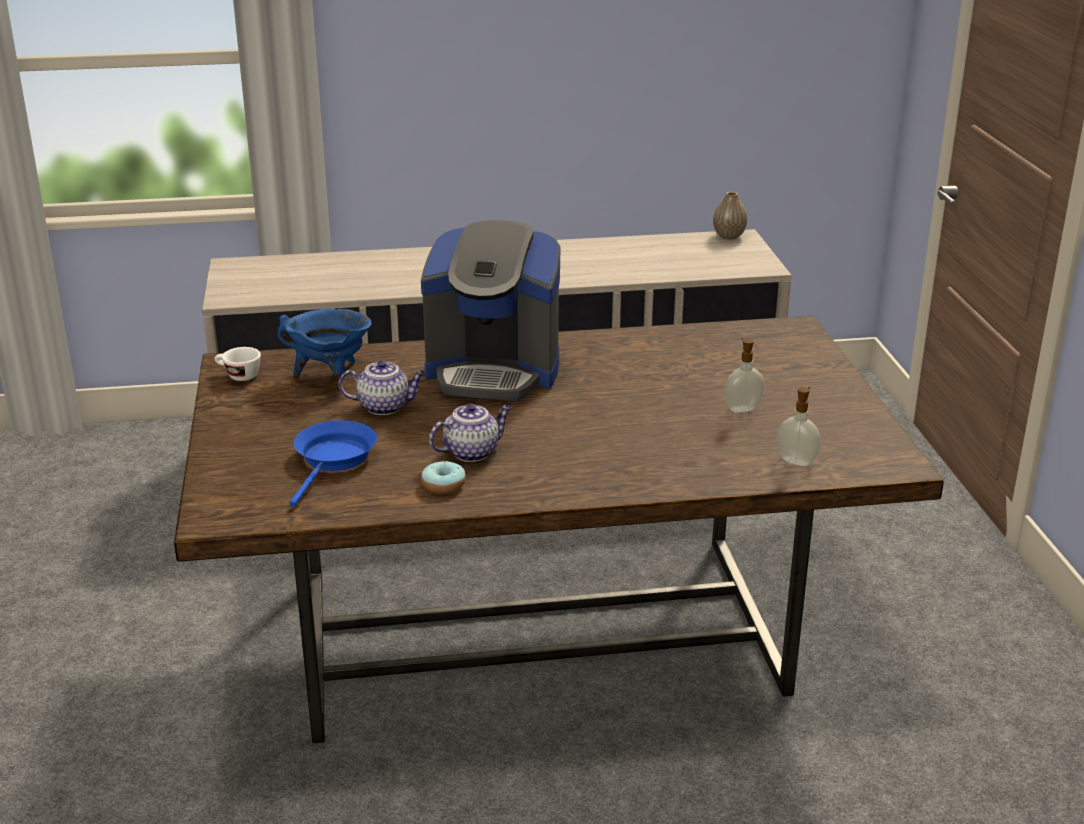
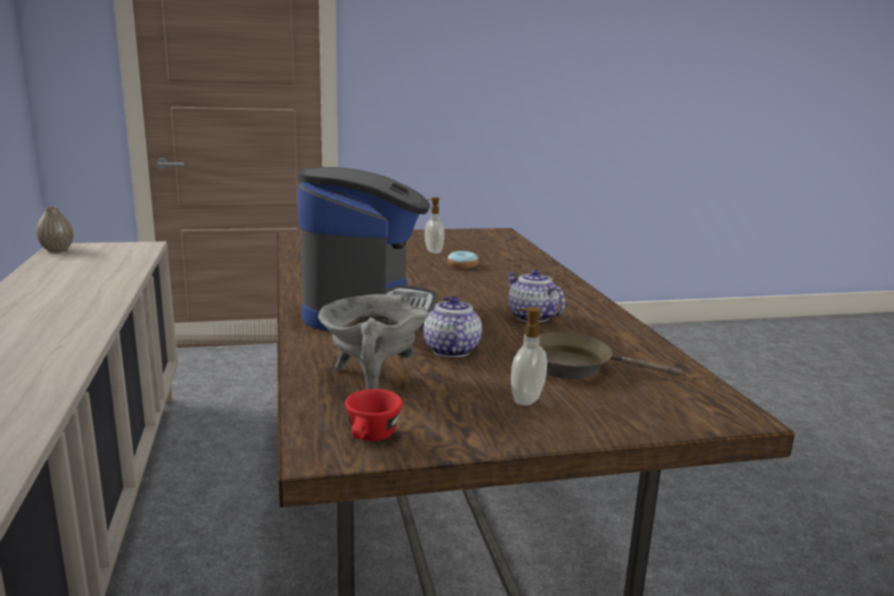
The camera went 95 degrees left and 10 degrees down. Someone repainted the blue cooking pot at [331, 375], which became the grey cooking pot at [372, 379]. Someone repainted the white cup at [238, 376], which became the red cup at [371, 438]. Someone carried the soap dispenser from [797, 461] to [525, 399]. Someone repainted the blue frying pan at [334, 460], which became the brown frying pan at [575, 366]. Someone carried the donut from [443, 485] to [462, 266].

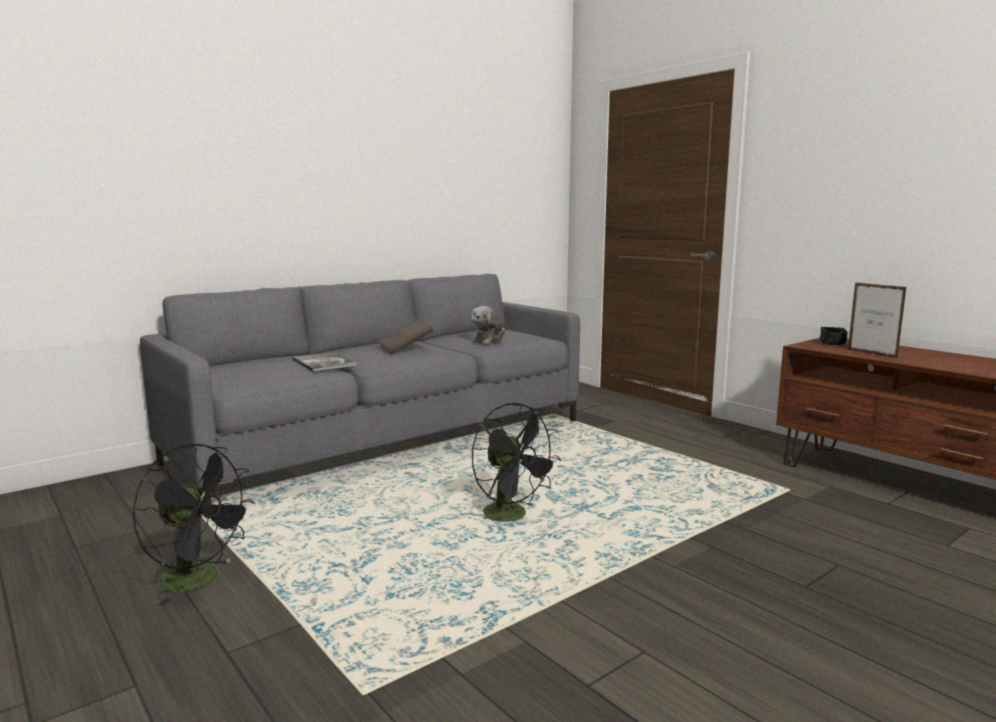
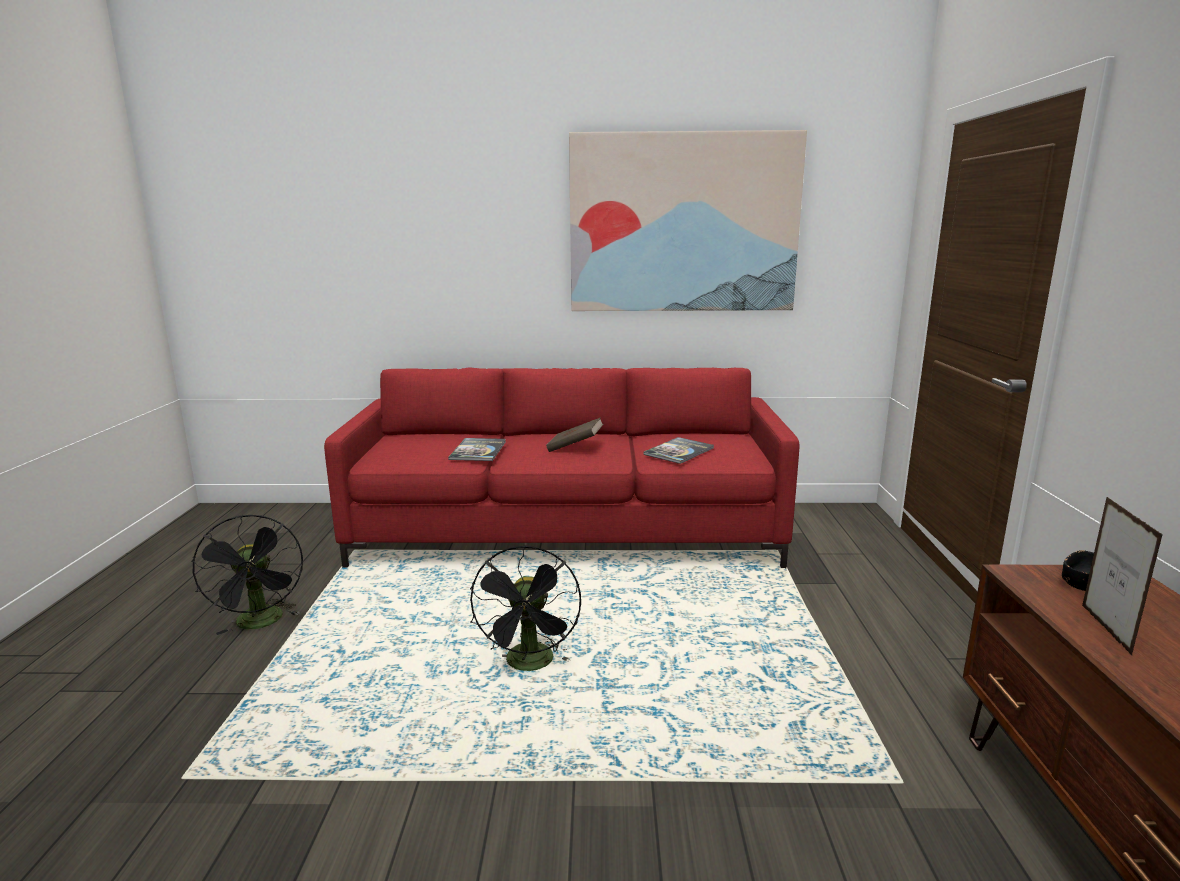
The camera went 40 degrees right and 5 degrees up. Someone repainted the grey sofa at [386, 442], which became the red sofa at [566, 535]. Someone swapped the plush toy at [489, 340] for the book at [679, 451]. Someone put up the picture at [683, 224].

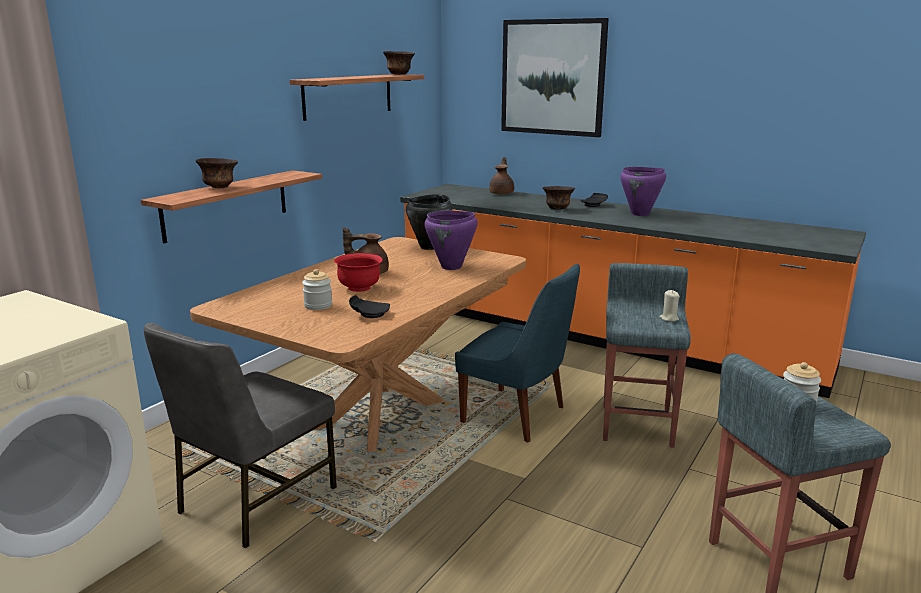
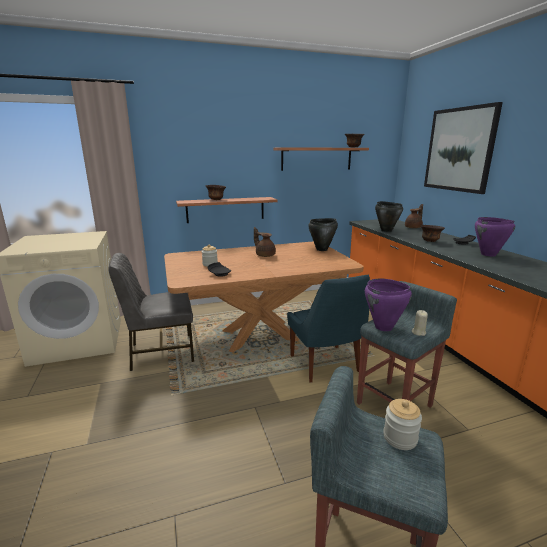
The camera went 40 degrees right and 0 degrees up. Someone carried the purple cooking pot from [451, 267] to [383, 327]. Someone took away the red bowl at [359, 288]. Someone put down the black cooking pot at [386, 230].

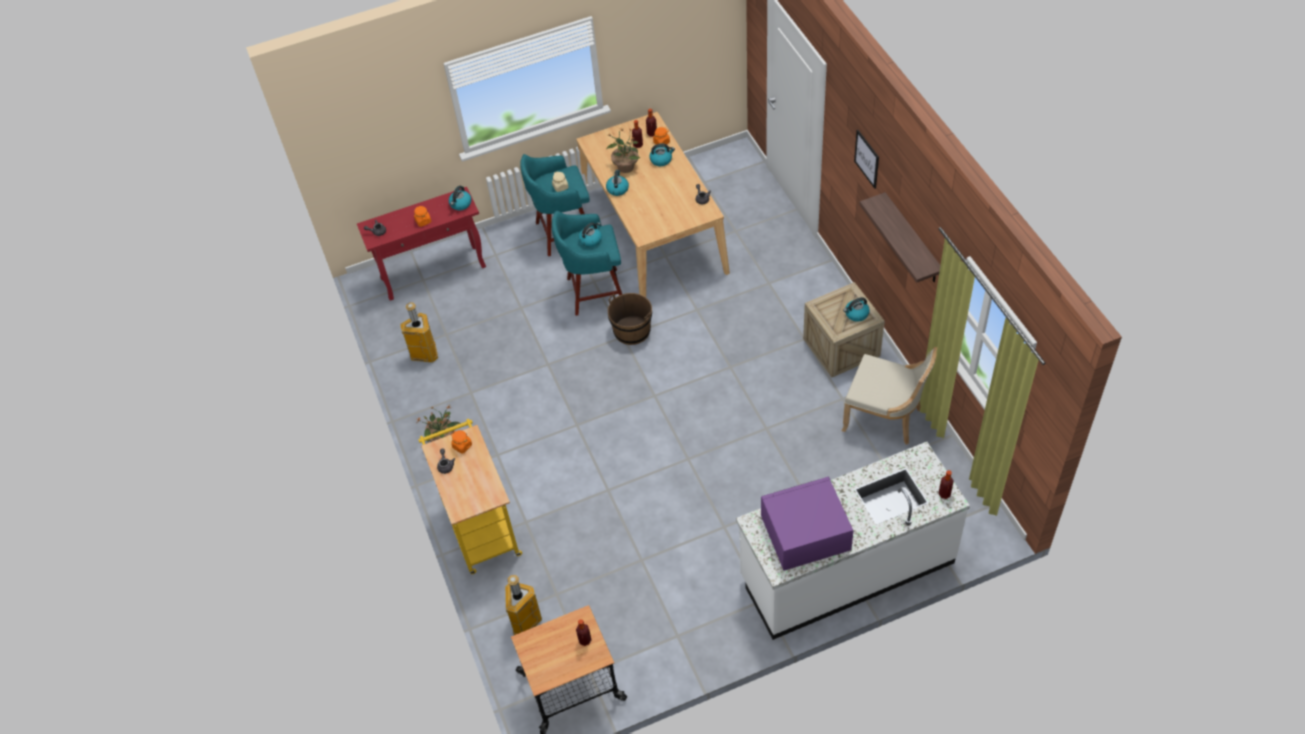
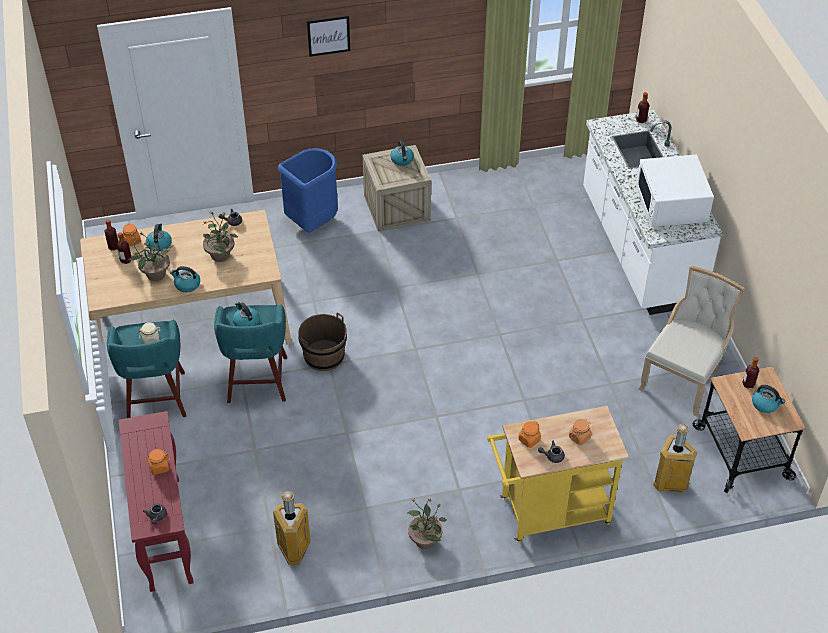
The camera went 85 degrees left and 5 degrees down. Someone carried the kettle from [460, 204] to [765, 404]. Someone took away the shelf at [912, 240]. Someone carried the beige chair from [886, 418] to [683, 378]. Someone repainted the purple microwave at [804, 534], which became the white microwave at [671, 205]. Someone put down the blue trash can at [312, 222]. Someone put down the potted plant at [220, 254]. Someone put down the orange jar at [579, 437].

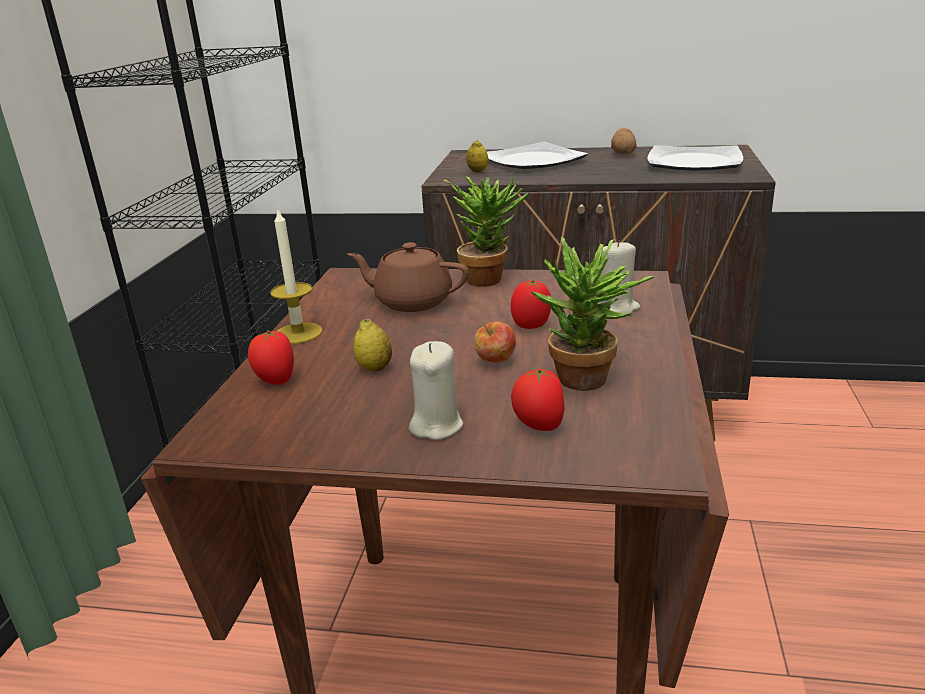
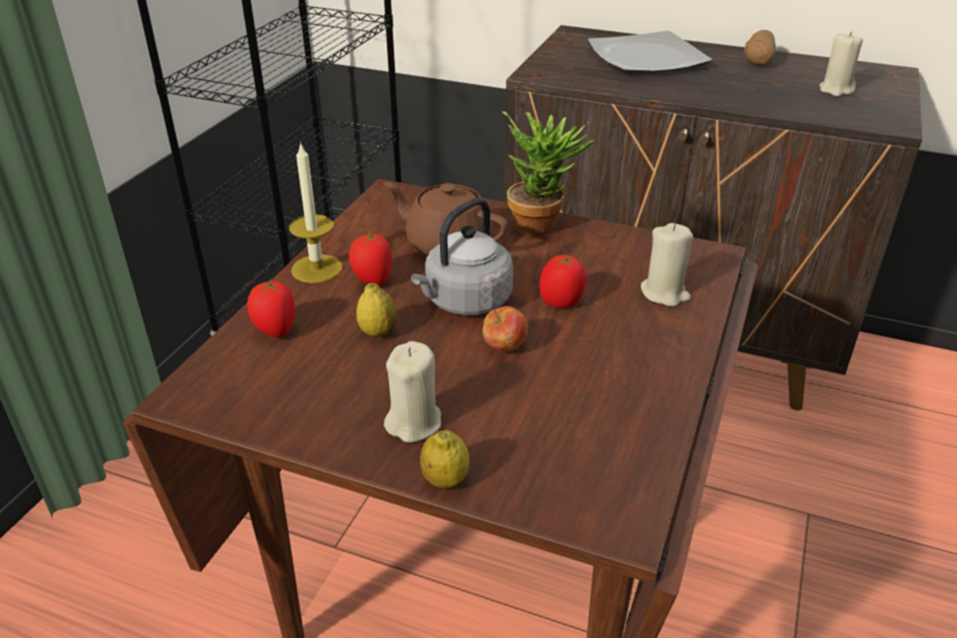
The camera went 10 degrees right and 10 degrees up. Someone carried the lemon from [477, 171] to [445, 480]. Someone swapped the plate at [693, 162] for the beige candle at [836, 90]. Someone took away the potted plant at [588, 384]. Someone carried the tomato from [538, 426] to [372, 280]. Someone put down the grey kettle at [465, 302].

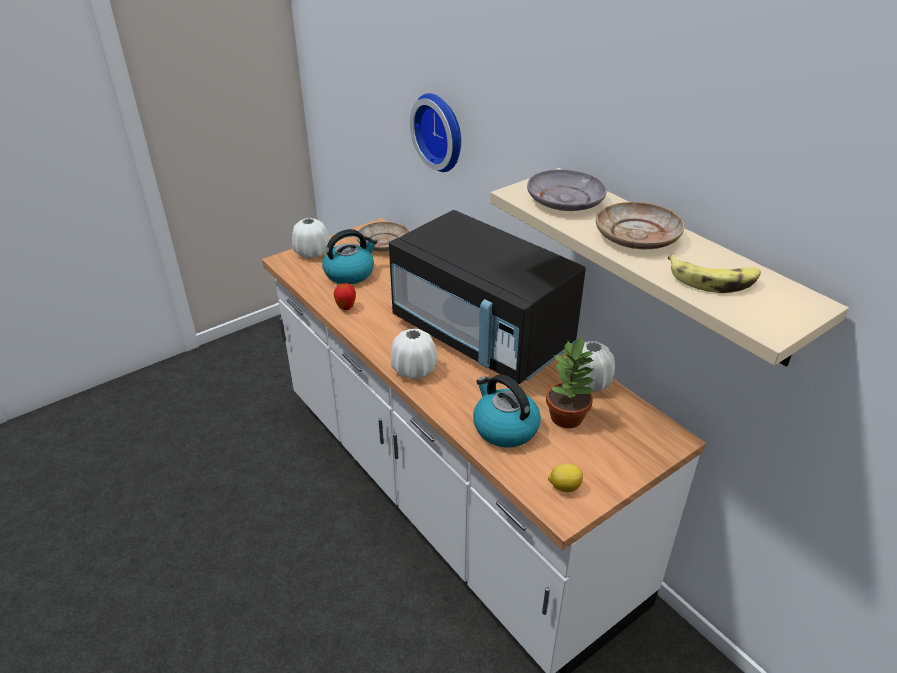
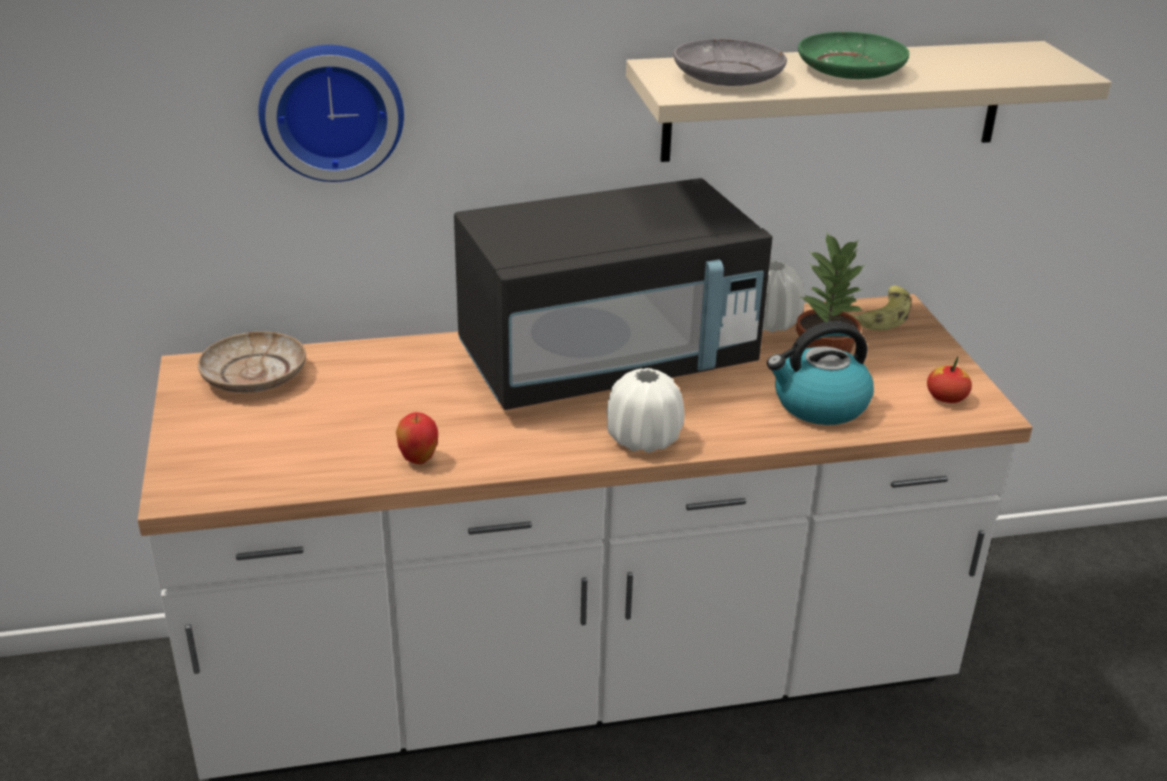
The camera went 65 degrees left and 5 degrees down. Someone repainted the beige plate at [637, 236], which became the green plate at [851, 70]. Someone took away the white vase at [312, 253]. Someone took away the kettle at [350, 273]. Someone carried the banana from [713, 280] to [880, 316]. Someone swapped the lemon at [564, 486] for the apple at [946, 397].

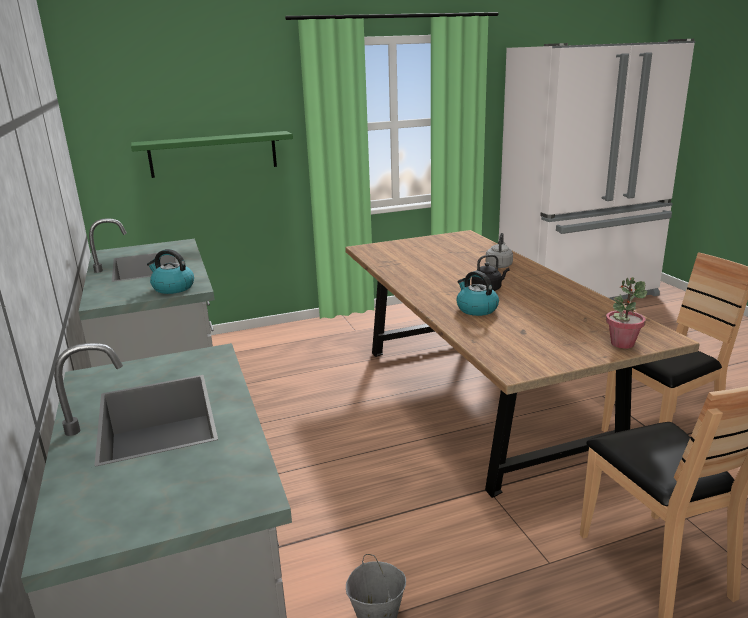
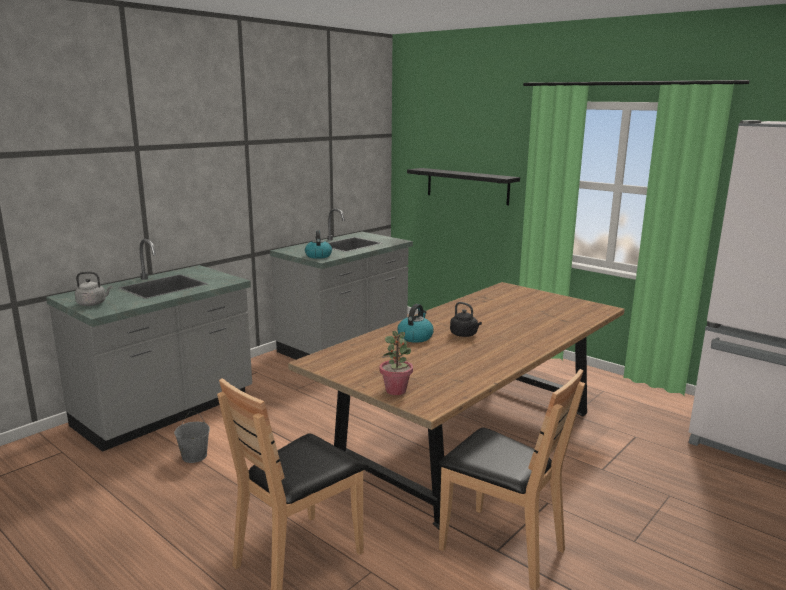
The camera went 60 degrees right and 5 degrees down. Someone repainted the green shelf at [213, 154], which became the black shelf at [467, 186]. Someone carried the grey kettle from [499, 265] to [93, 304].

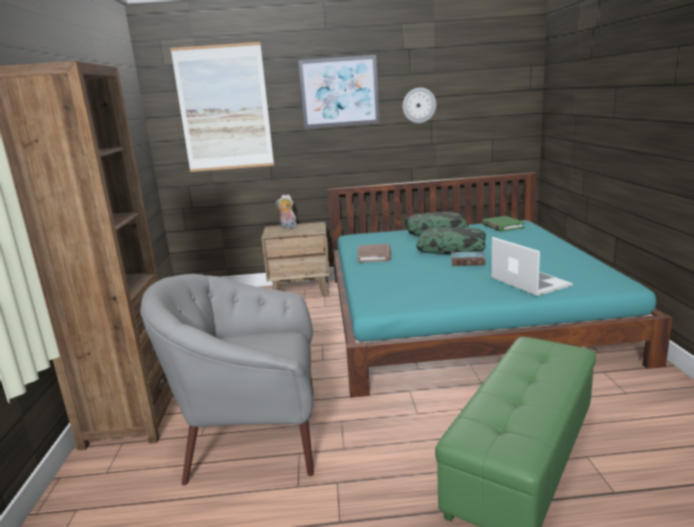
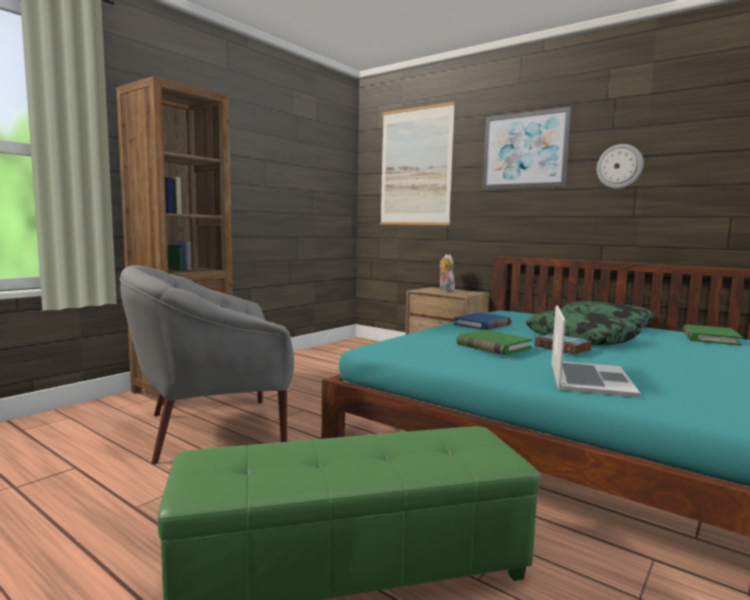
The camera went 40 degrees right and 10 degrees down. Someone repainted the brown book at [374, 255], which became the blue book at [482, 324]. Someone rotated the grey armchair at [253, 435] by 60 degrees counterclockwise. Someone put down the green book at [493, 346].

